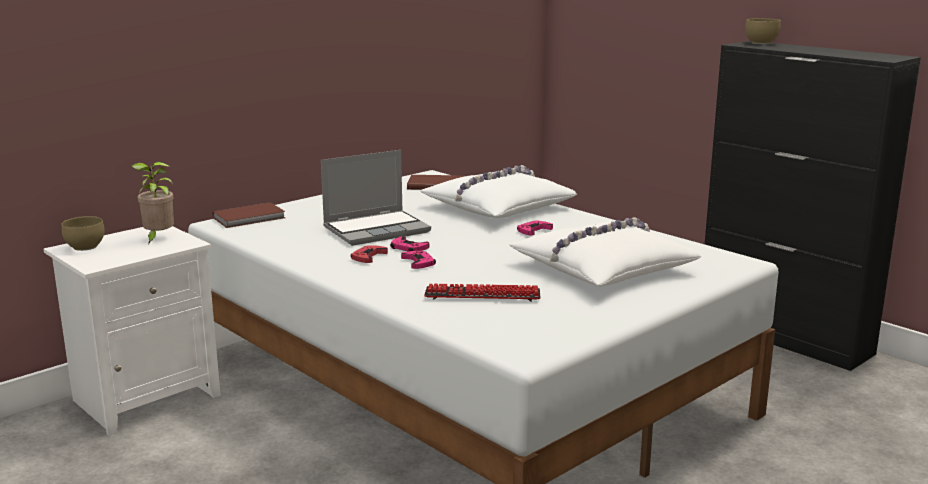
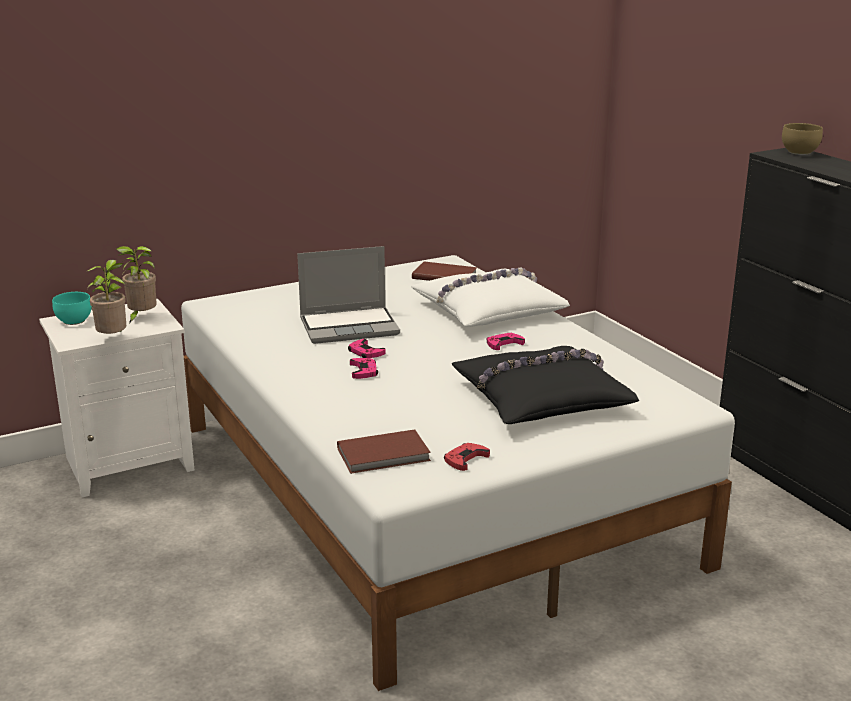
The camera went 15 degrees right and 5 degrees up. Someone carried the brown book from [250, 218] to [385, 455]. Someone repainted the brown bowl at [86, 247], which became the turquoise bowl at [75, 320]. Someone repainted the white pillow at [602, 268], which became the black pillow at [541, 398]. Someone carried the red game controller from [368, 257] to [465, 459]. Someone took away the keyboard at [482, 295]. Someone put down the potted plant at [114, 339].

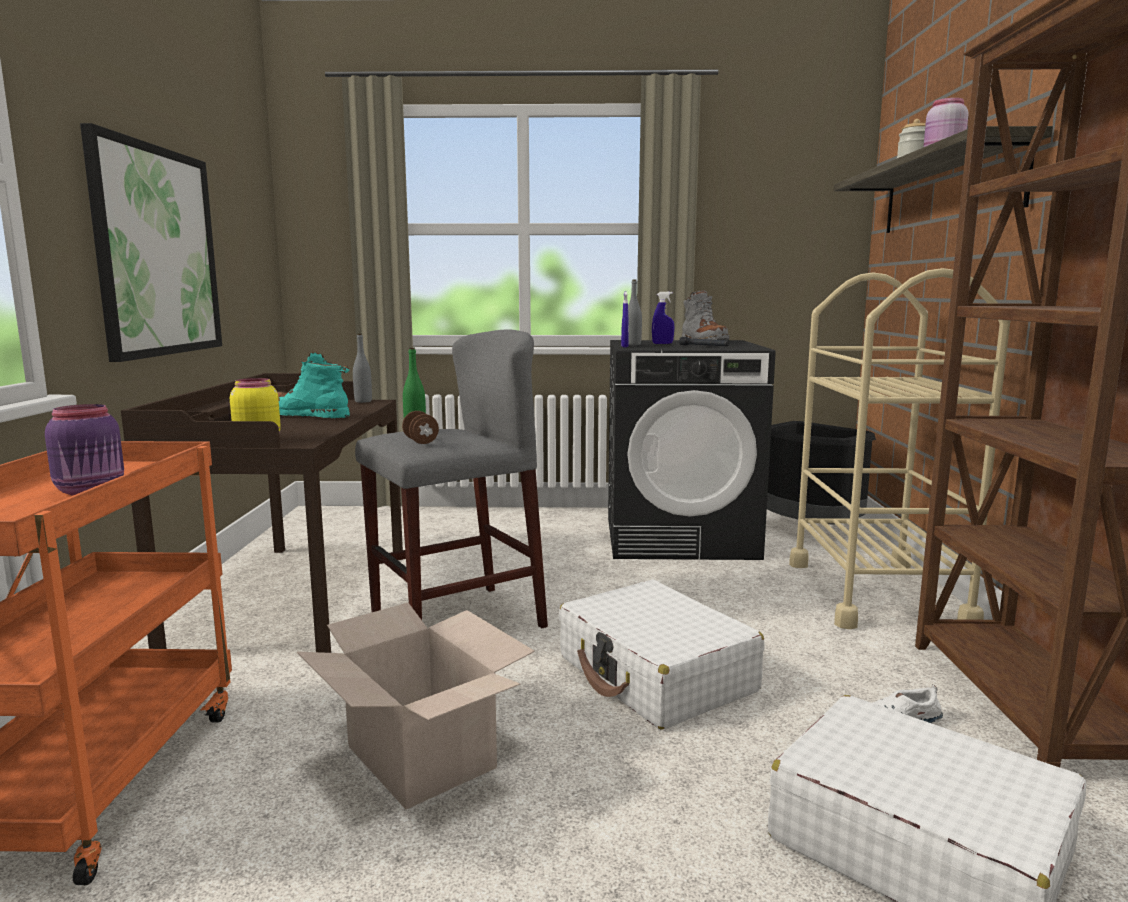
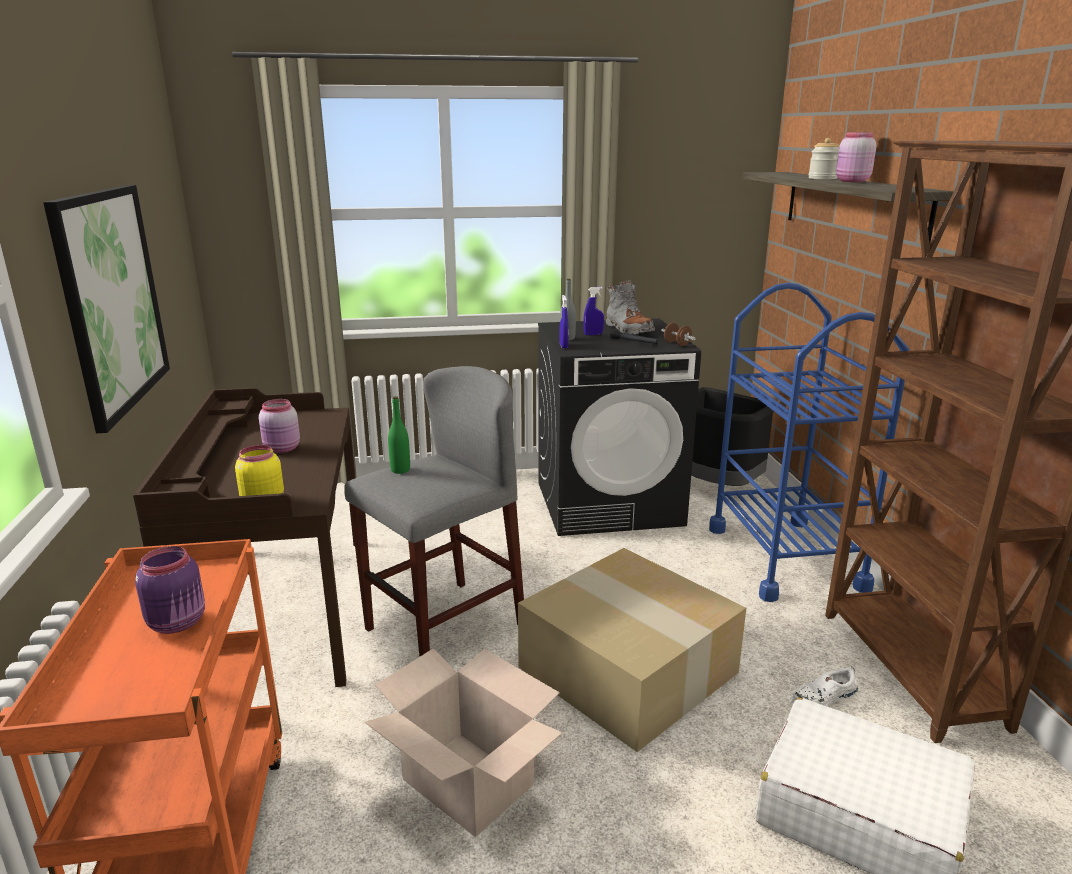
The camera went 10 degrees left and 10 degrees up. Someone repainted the beige cart at [876, 593], which became the blue cart at [785, 557]. Someone took away the grey bottle at [363, 401]. Someone swapped the turquoise boot at [308, 416] for the pink jar at [282, 449]. Someone carried the brown dumbbell from [420, 441] to [677, 344]. Someone swapped the white suitcase at [656, 675] for the cardboard box at [631, 670].

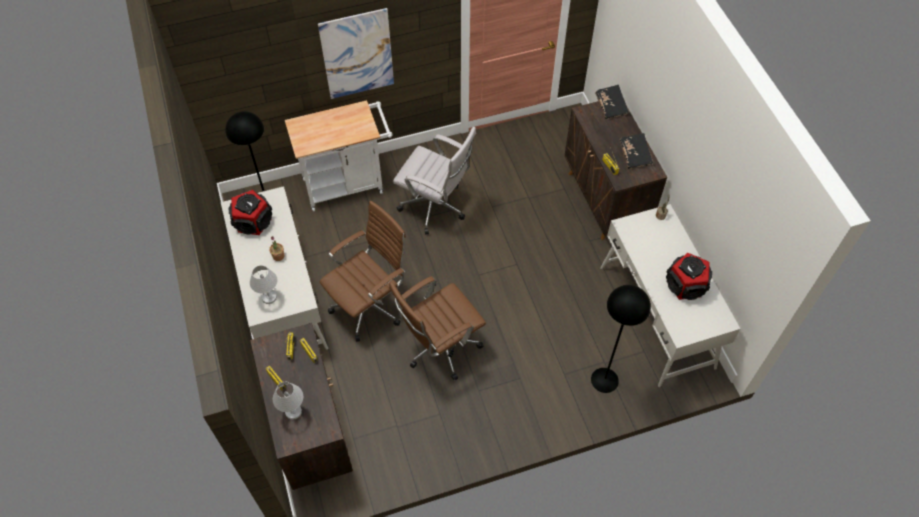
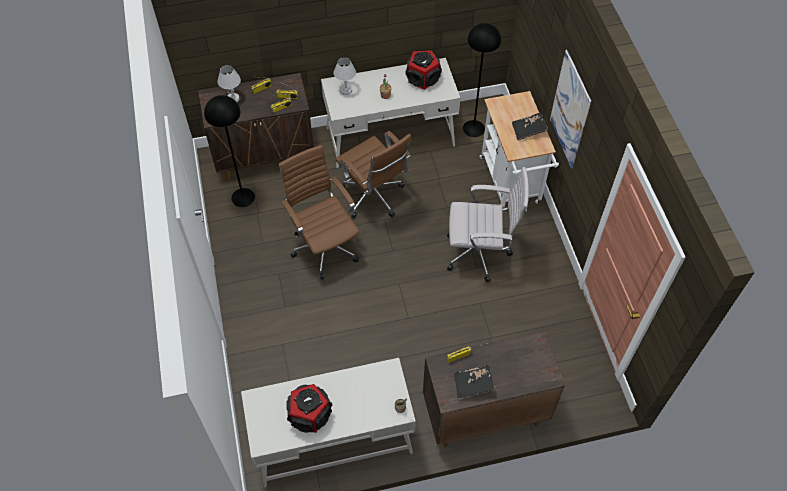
The camera went 95 degrees right and 0 degrees up. Someone carried the black book from [611, 106] to [528, 130]. Someone rotated the white office chair at [436, 207] by 120 degrees counterclockwise. Someone carried the black floor lamp from [604, 380] to [242, 197].

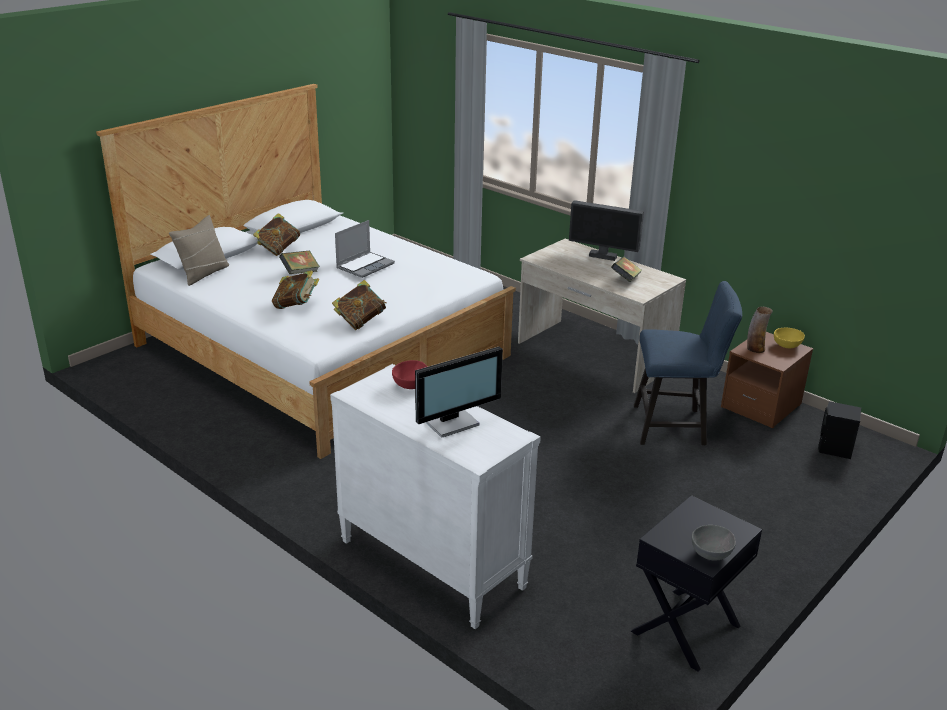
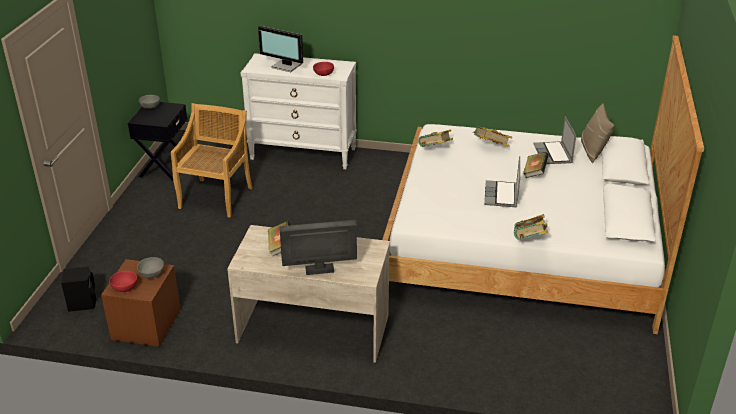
The camera went 150 degrees right and 5 degrees up. Someone carried the book from [278, 249] to [529, 240]. Someone took away the blue chair at [675, 426]. Someone swapped the vase at [755, 349] for the grey bowl at [152, 275]. Someone repainted the yellow bowl at [787, 346], which became the red bowl at [124, 288]. Someone rotated the monitor at [451, 422] by 90 degrees counterclockwise. Someone put down the beige chair at [216, 197]. Someone put down the laptop at [553, 154].

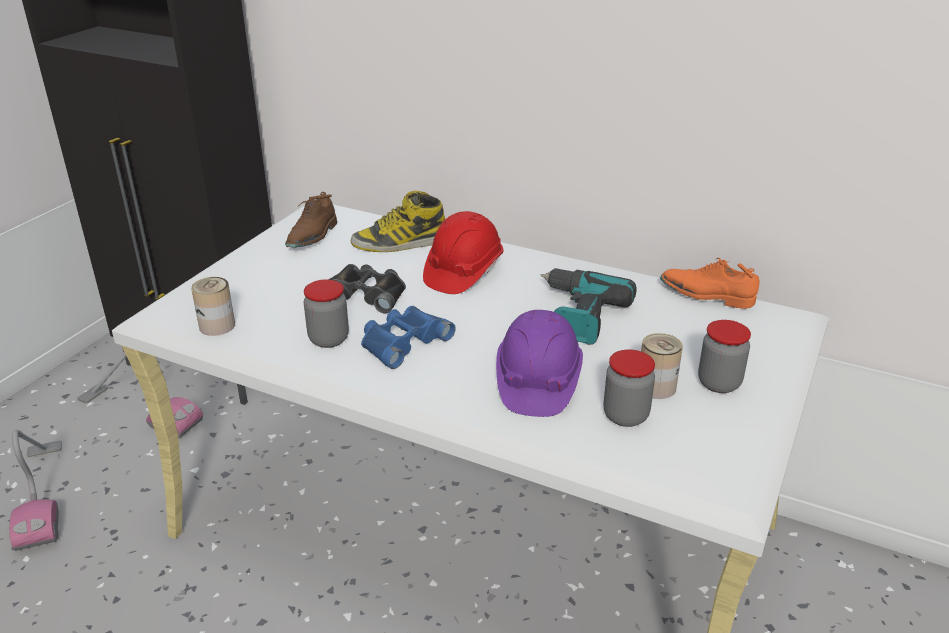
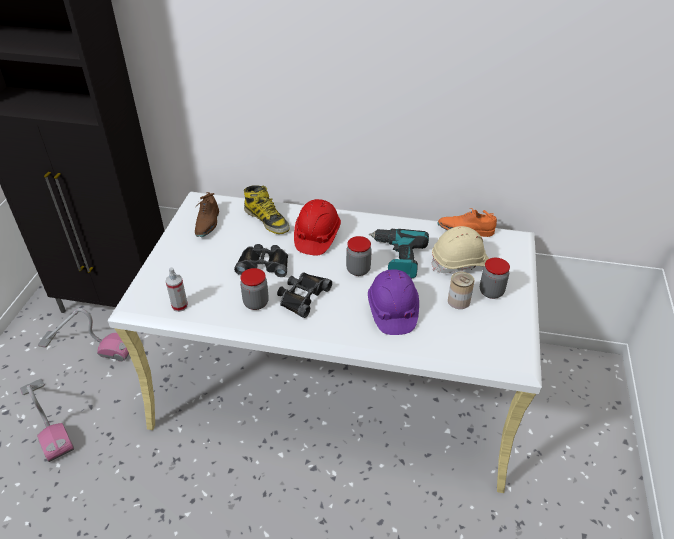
The camera went 15 degrees left and 10 degrees up. Someone rotated the boot at [400, 243] by 105 degrees counterclockwise. Someone swapped the can at [217, 326] for the spray bottle at [180, 306]. Someone repainted the blue binoculars at [403, 342], which became the black binoculars at [302, 296]. Someone carried the jar from [625, 416] to [358, 270]. Someone put down the beige hard hat at [460, 262].

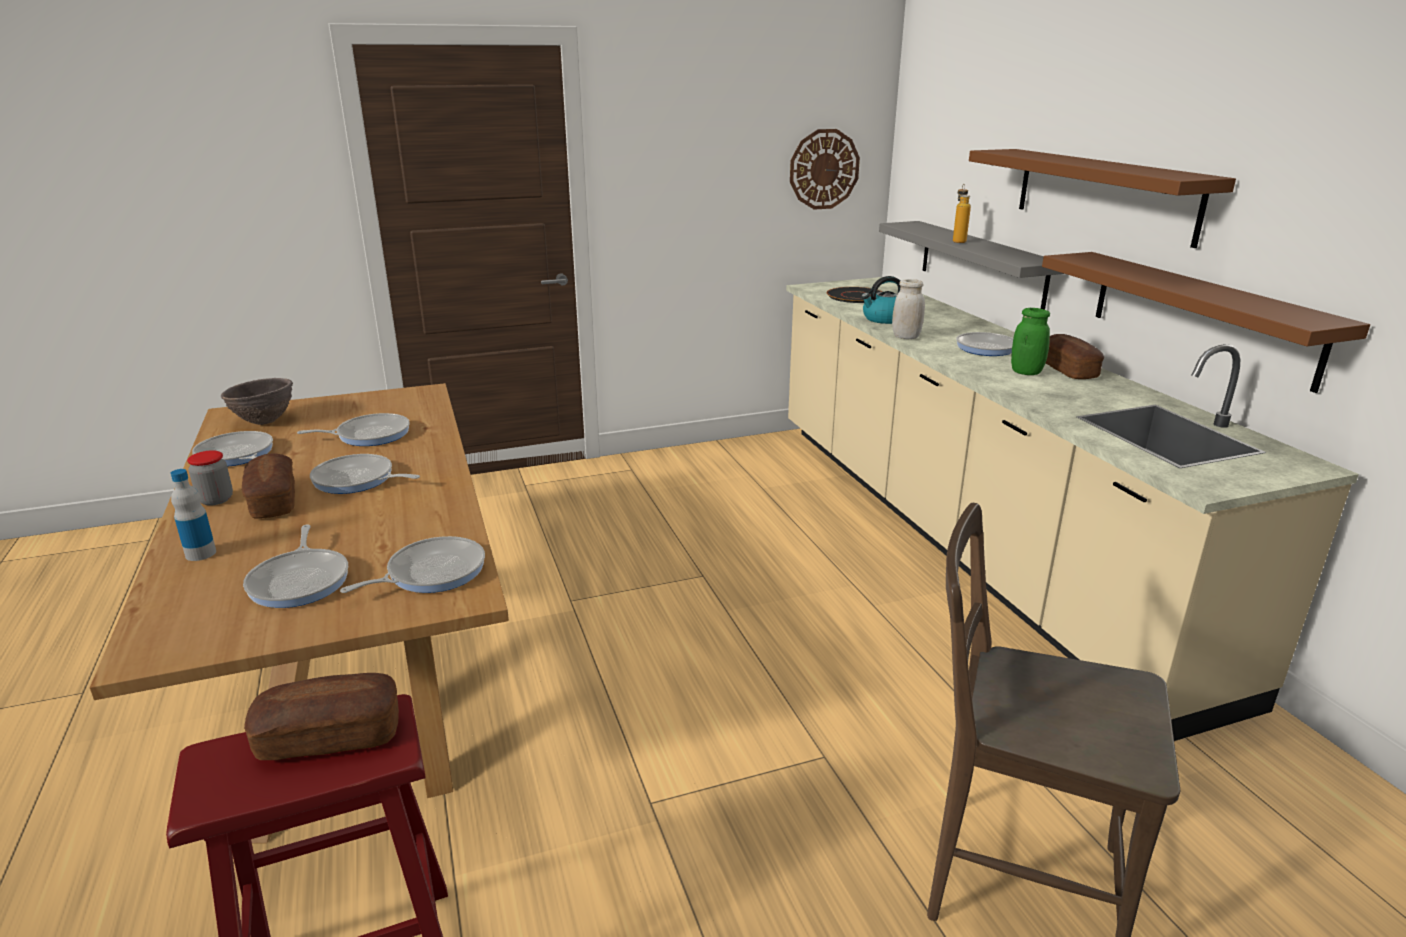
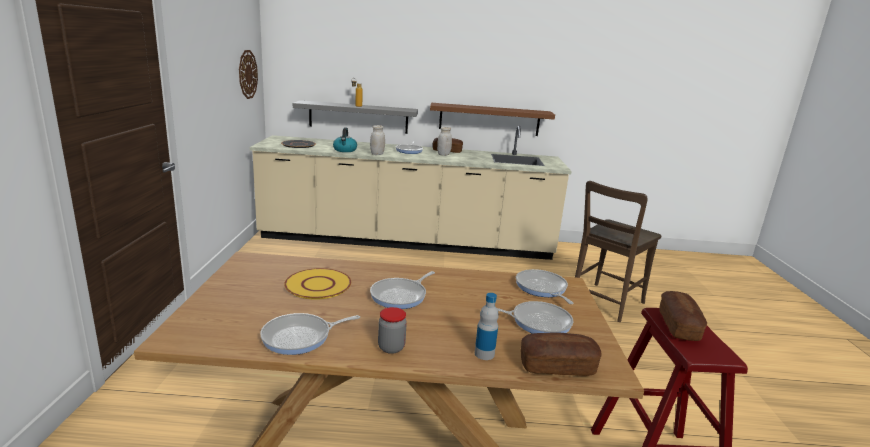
The camera went 70 degrees left and 5 degrees down. Someone took away the brown shelf at [1104, 194]. Someone repainted the green jar at [1026, 372], which became the white jar at [443, 154]. Someone took away the brown bowl at [264, 422]. Someone swapped the frying pan at [369, 435] for the yellow plate at [318, 285]. Someone carried the bread from [273, 501] to [557, 366].

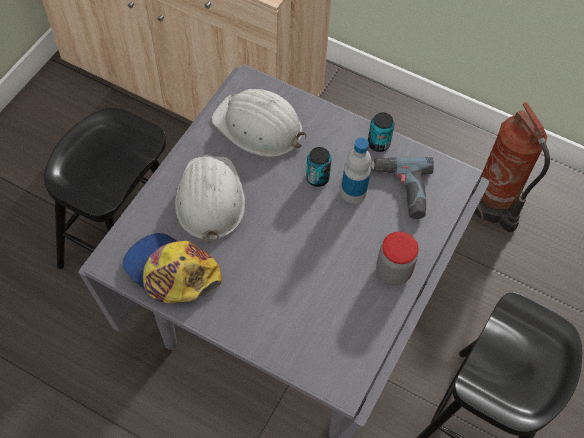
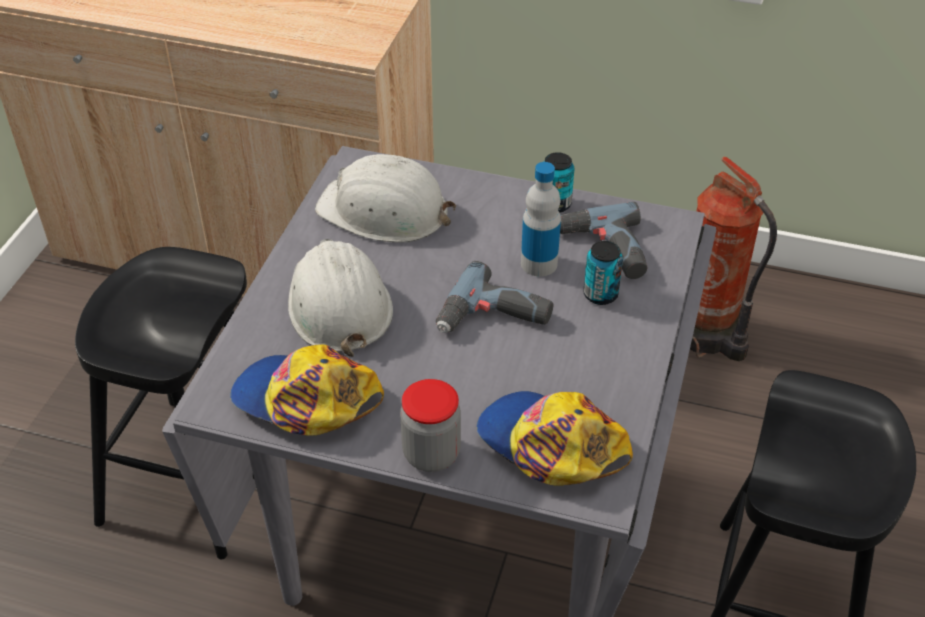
The camera went 10 degrees left and 15 degrees down. Someone carried the can from [317, 178] to [600, 294]. Someone carried the jar from [393, 272] to [431, 454]. Someone put down the power drill at [494, 319]. Someone put down the cap at [550, 445].

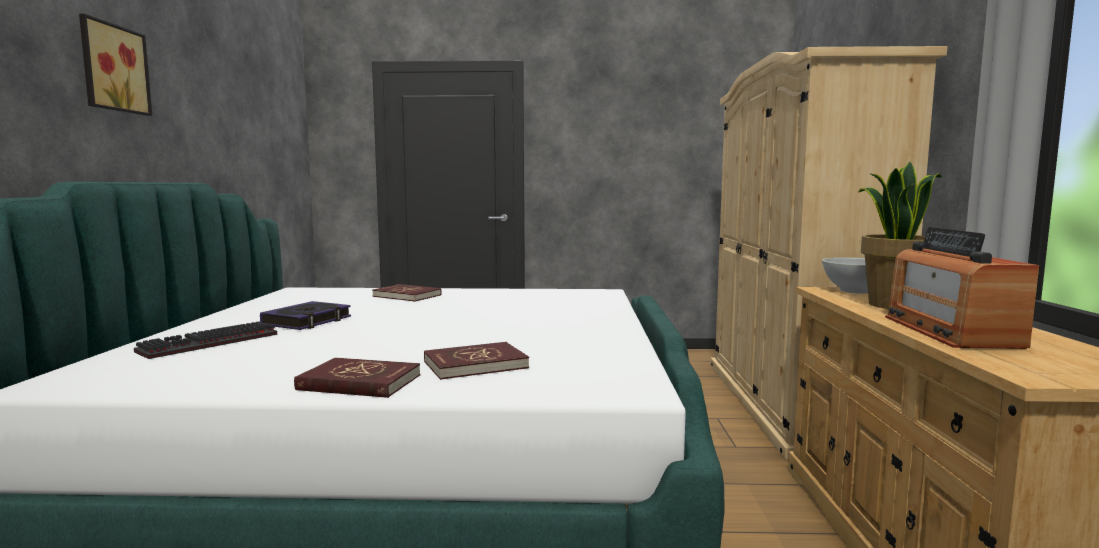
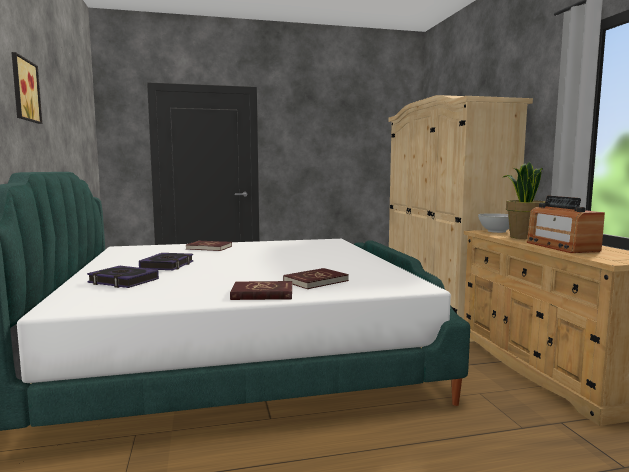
The camera went 15 degrees left and 0 degrees up. Someone swapped the keyboard at [208, 344] for the book at [123, 281].

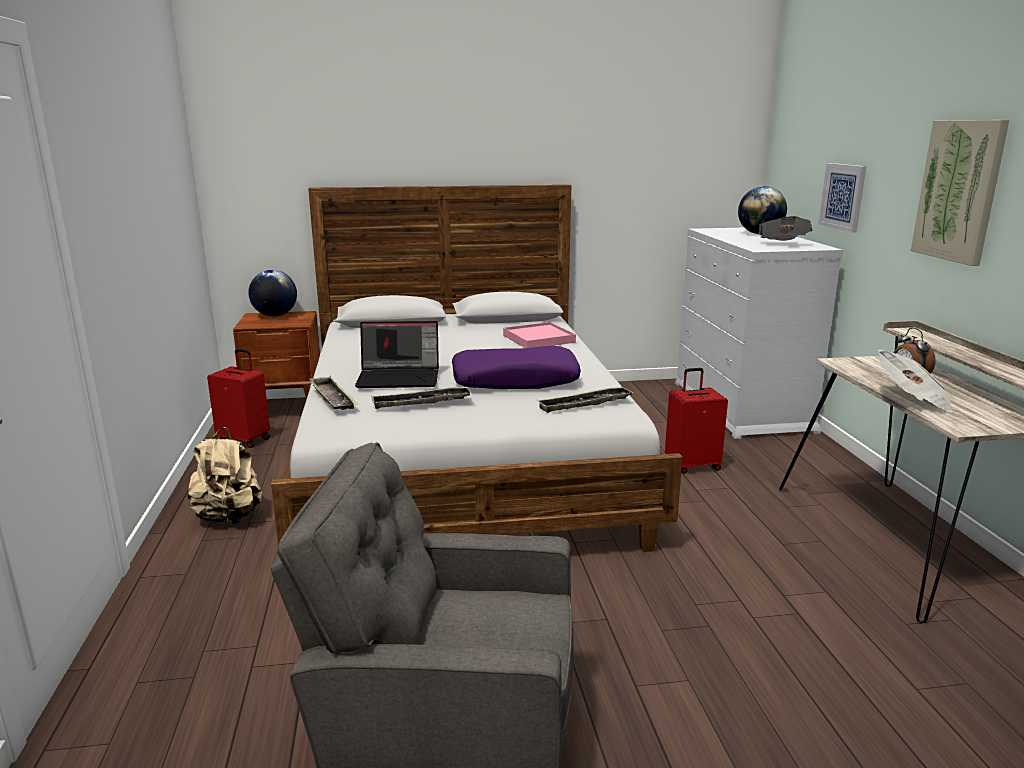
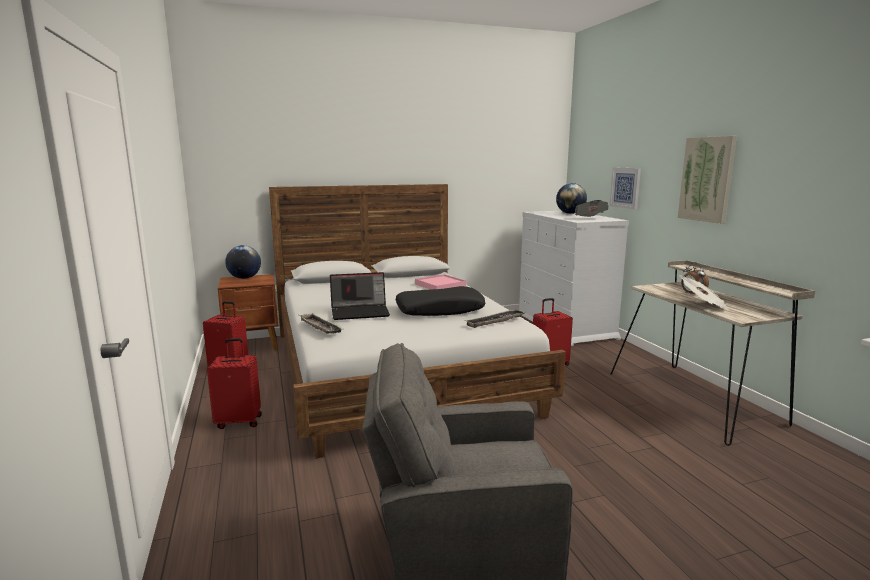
The camera went 10 degrees left and 5 degrees down. Someone repainted the purple pillow at [515, 380], which became the black pillow at [440, 310]. Someone took away the tray at [421, 402]. Someone swapped the beige backpack at [229, 517] for the red suitcase at [239, 421].

